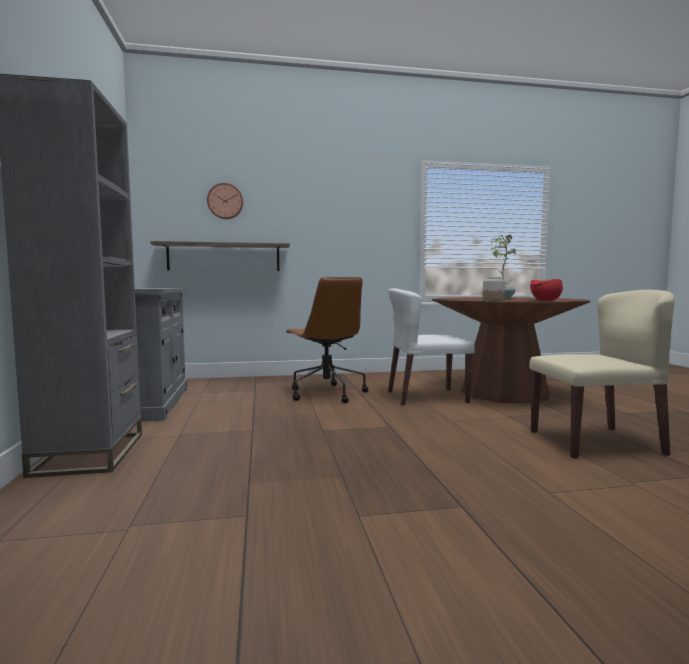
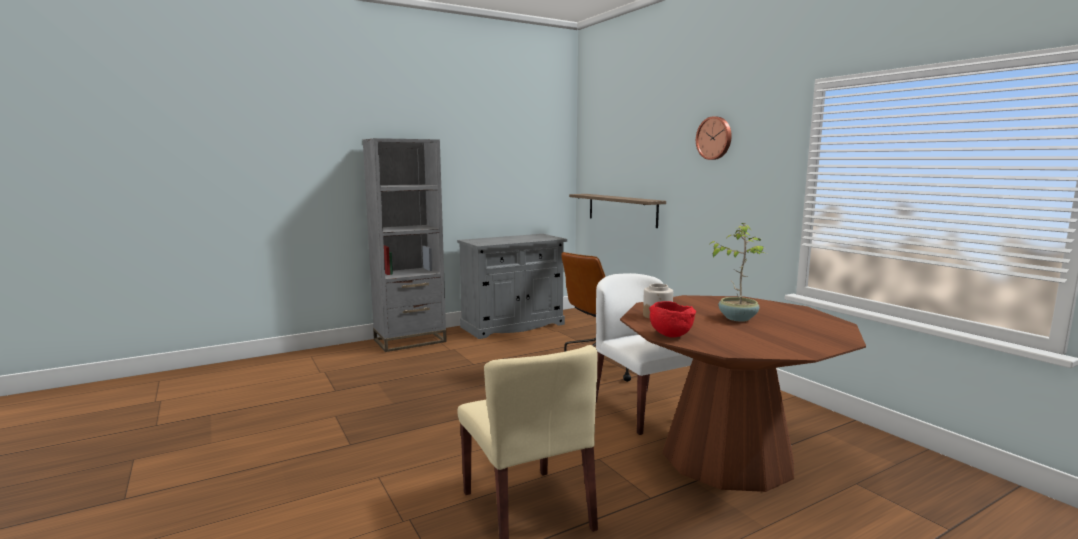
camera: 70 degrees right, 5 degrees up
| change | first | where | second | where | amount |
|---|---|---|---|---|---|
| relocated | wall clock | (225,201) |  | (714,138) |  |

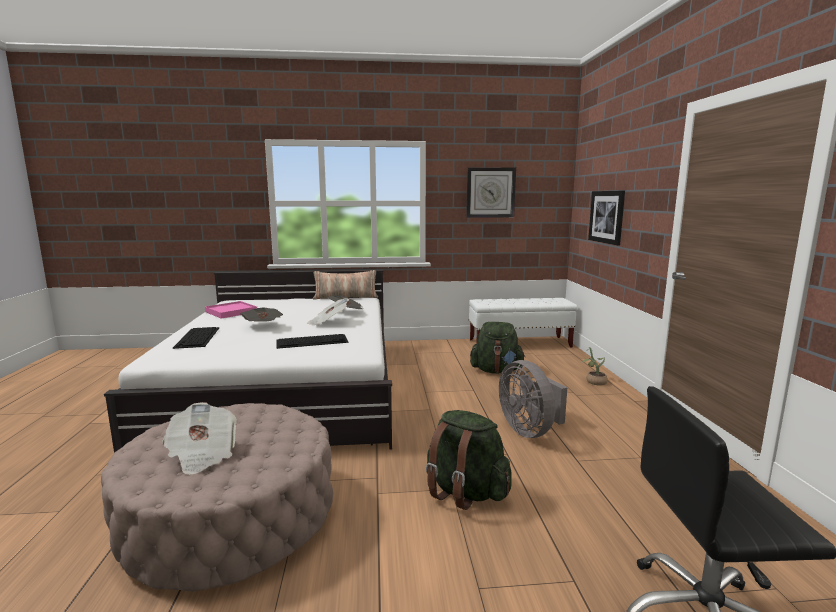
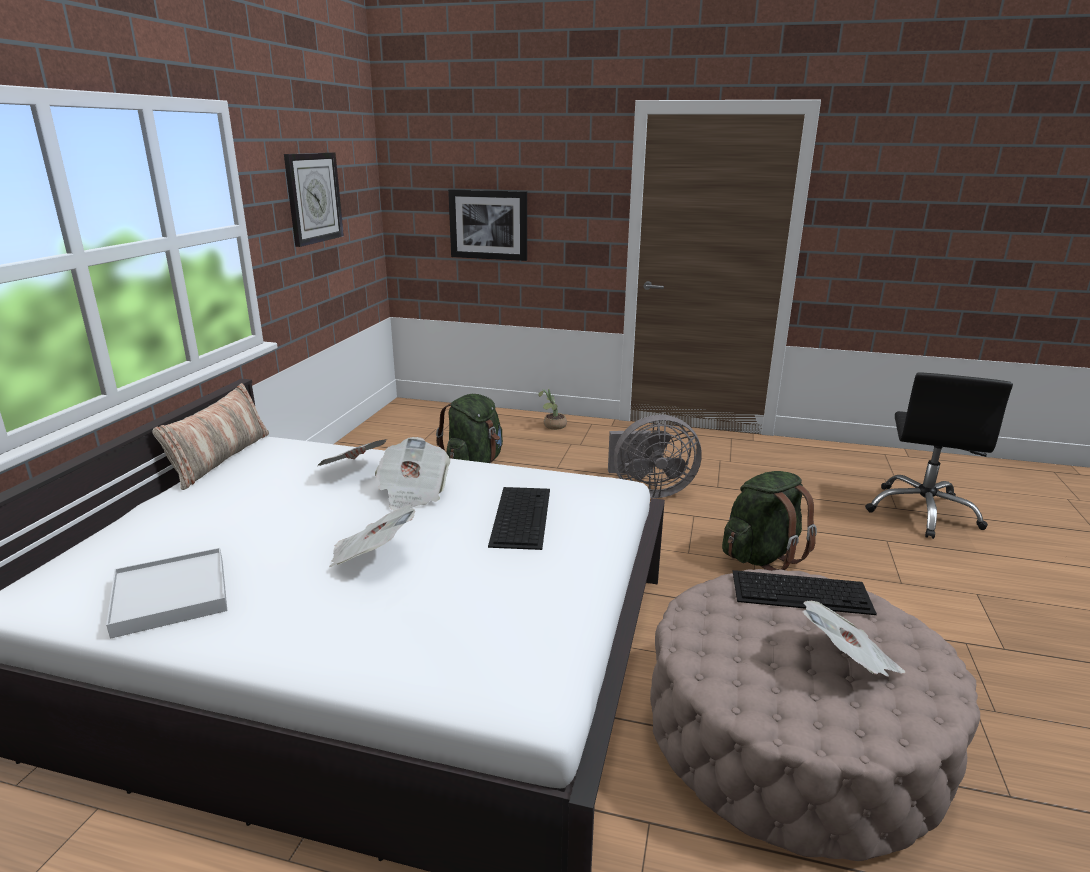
camera: 70 degrees left, 10 degrees up
| change | first | where | second | where | amount |
|---|---|---|---|---|---|
| missing | white bench | (520,343) |  |  |  |
| colour | pink tray | (231,312) | white tray | (171,596) |  |
| relocated | keyboard | (197,337) |  | (802,592) |  |

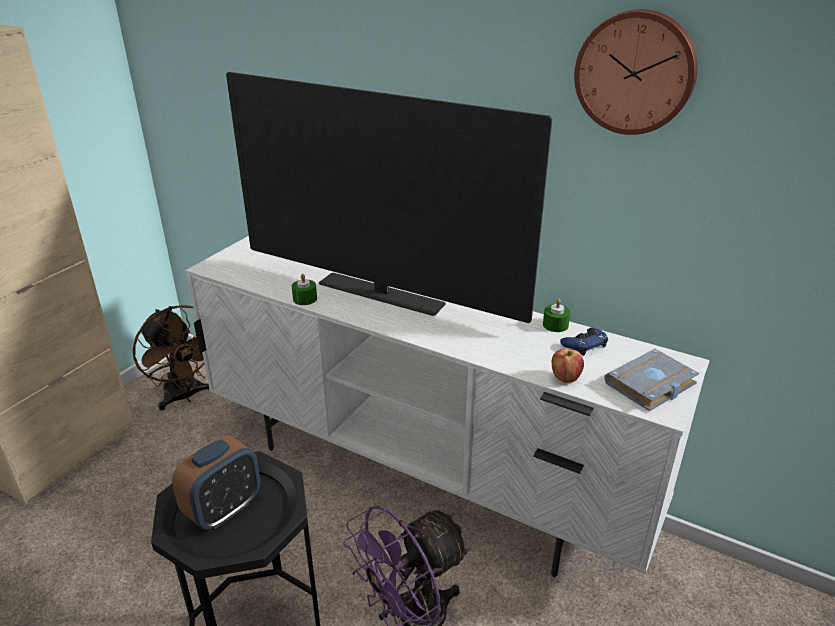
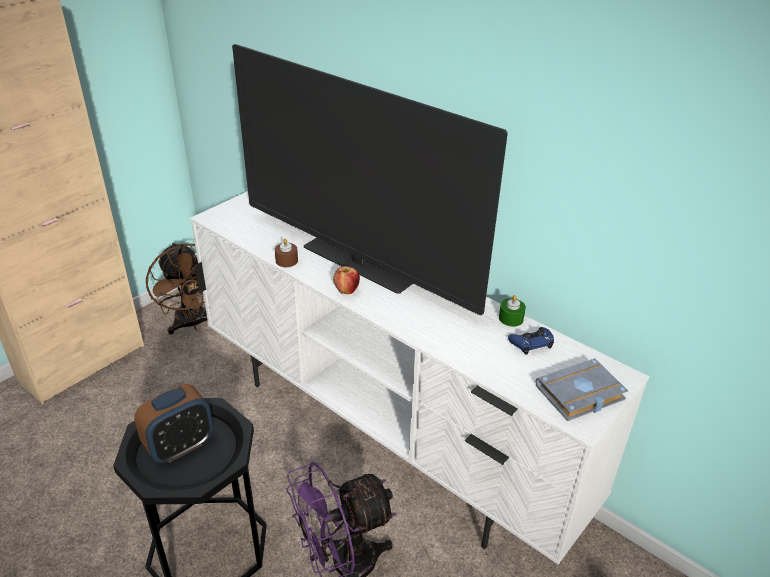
camera: 10 degrees right, 5 degrees up
| change | first | where | second | where | amount |
|---|---|---|---|---|---|
| missing | wall clock | (635,72) |  |  |  |
| colour | green candle | (305,299) | brown candle | (286,261) |  |
| relocated | apple | (565,378) |  | (346,290) |  |

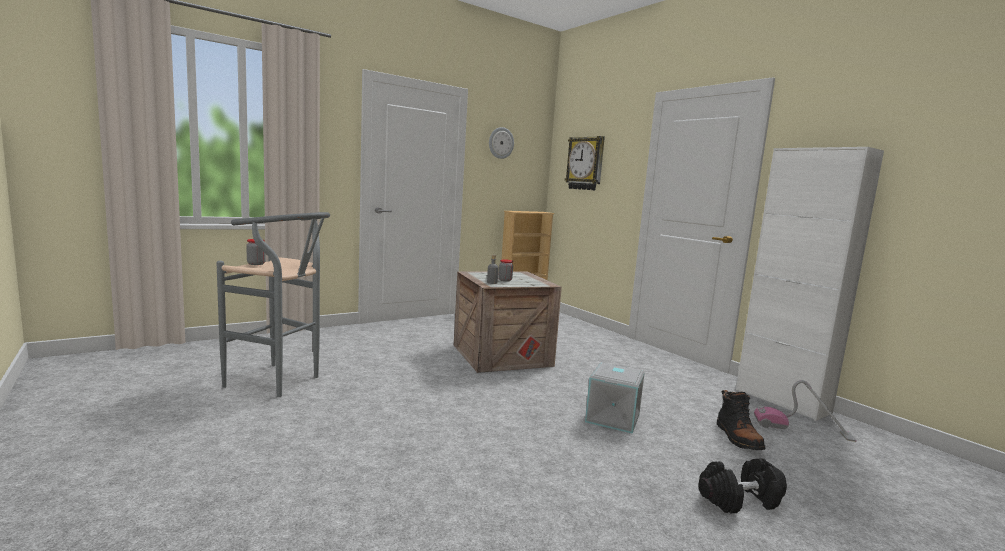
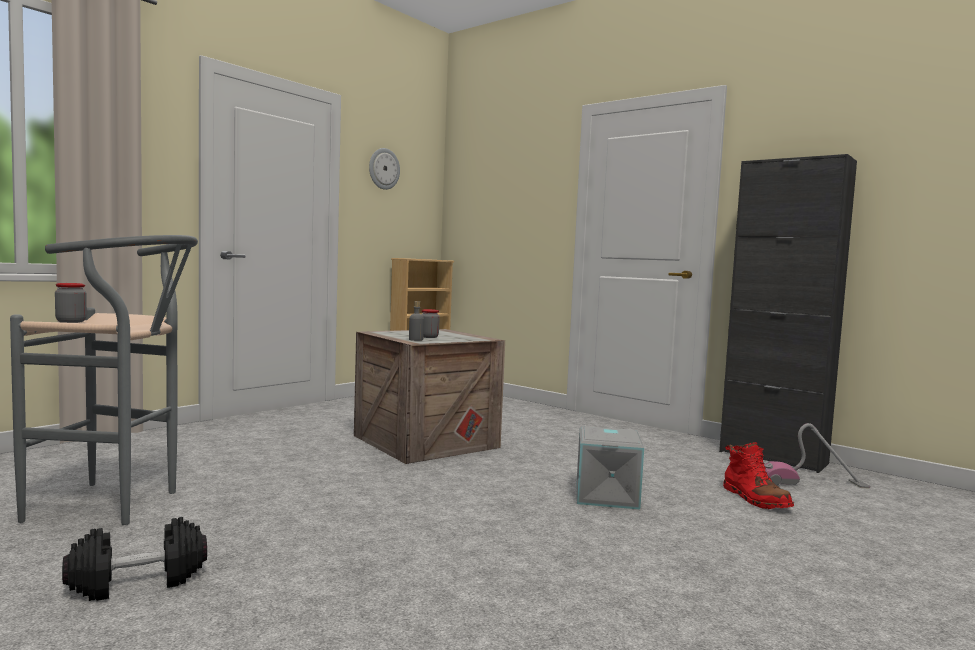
camera: 15 degrees left, 5 degrees down
| change | first | where | second | where | amount |
|---|---|---|---|---|---|
| missing | wall clock | (585,163) |  |  |  |
| colour | white cabinet | (782,401) | black cabinet | (773,457) |  |
| colour | black boot | (738,437) | red boot | (755,499) |  |
| relocated | black dumbbell | (739,500) |  | (137,582) |  |

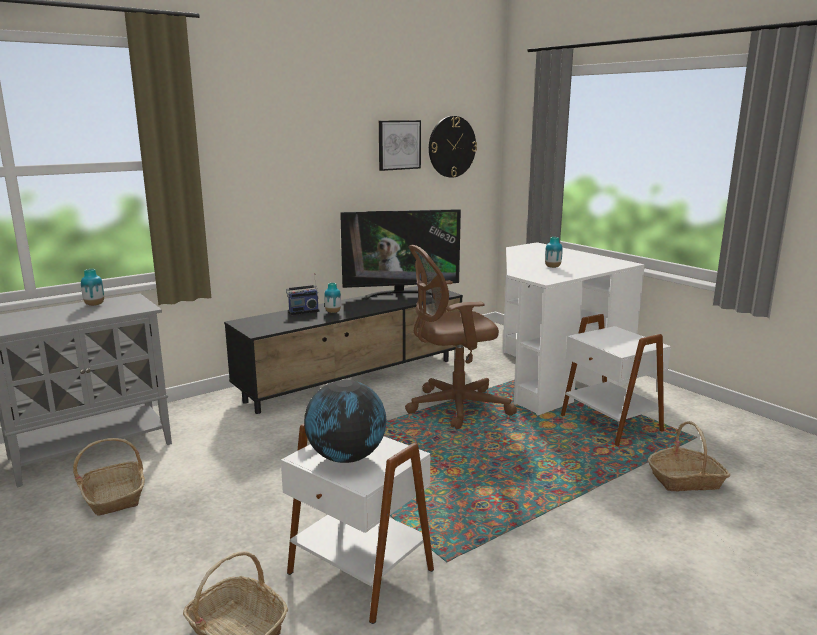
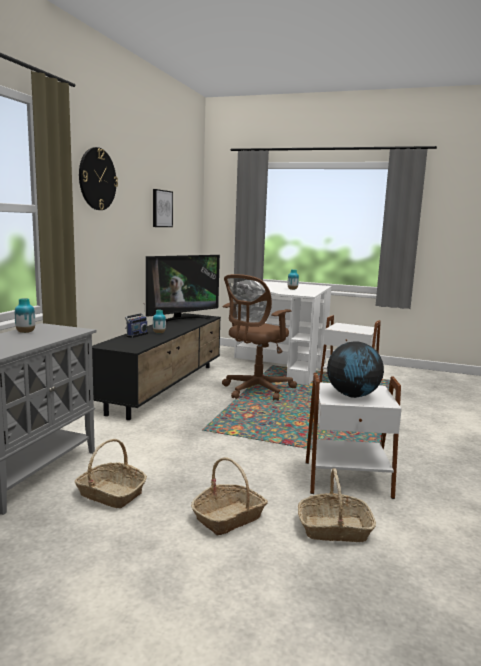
camera: 35 degrees left, 5 degrees down
| change | first | where | second | where | amount |
|---|---|---|---|---|---|
| relocated | wall clock | (451,147) |  | (97,179) |  |
| relocated | basket | (686,480) |  | (229,517) |  |

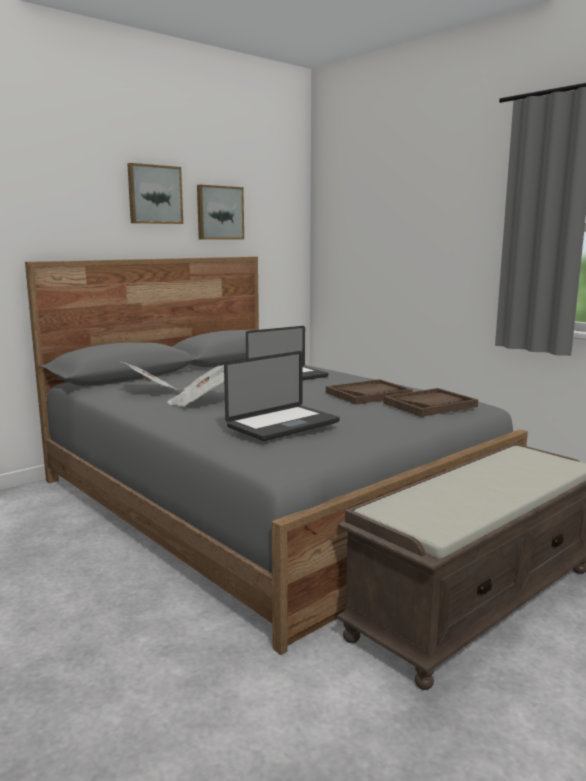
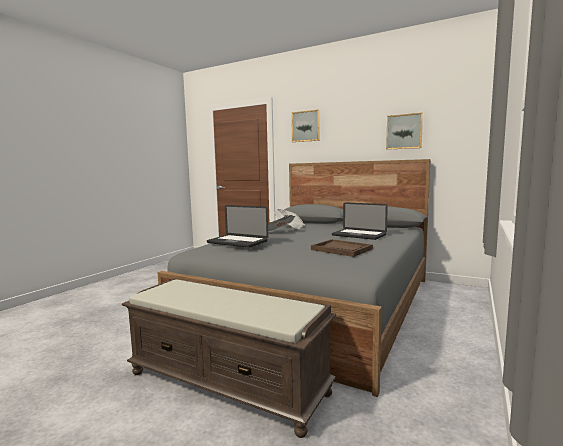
camera: 70 degrees right, 5 degrees down
| change | first | where | second | where | amount |
|---|---|---|---|---|---|
| relocated | picture | (154,194) |  | (306,126) |  |
| missing | brown tray | (430,405) |  |  |  |

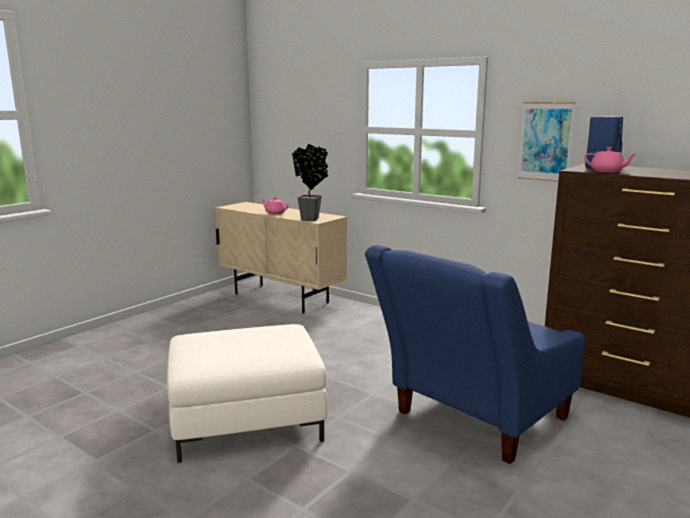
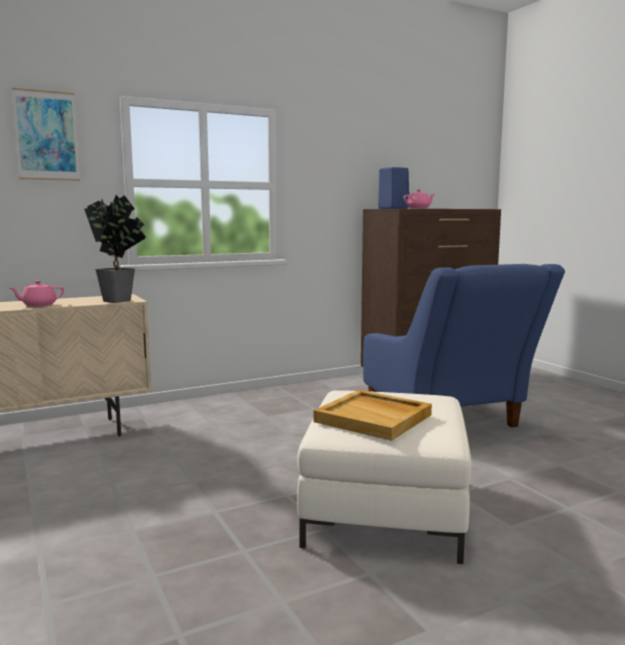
camera: 65 degrees left, 5 degrees down
| change | first | where | second | where | amount |
|---|---|---|---|---|---|
| relocated | picture | (545,141) |  | (46,135) |  |
| appeared |  |  | beige tray | (374,418) |  |

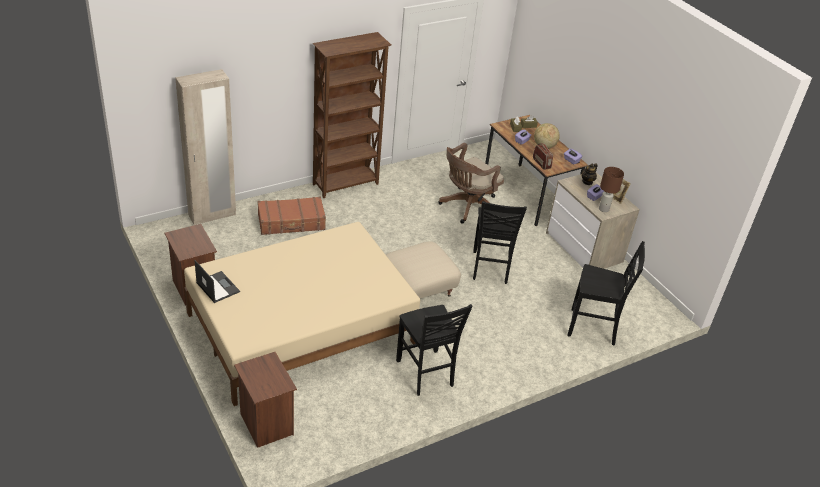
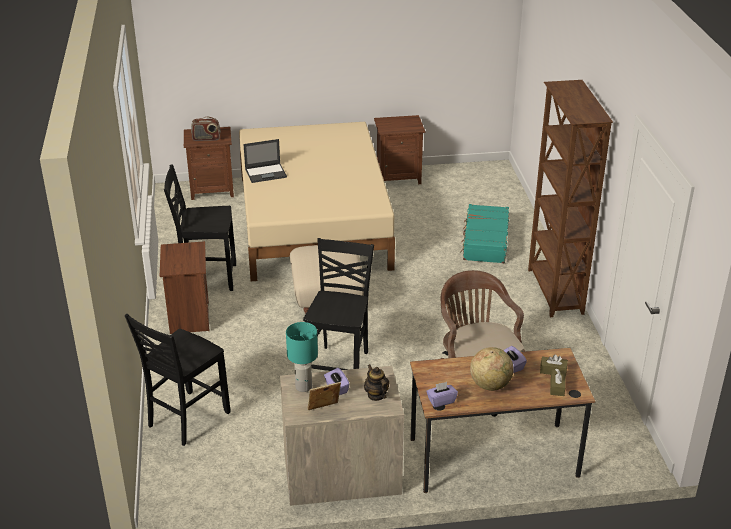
camera: 115 degrees right, 5 degrees down
| change | first | where | second | where | amount |
|---|---|---|---|---|---|
| missing | beige wardrobe | (212,215) |  |  |  |
| relocated | radio | (541,163) |  | (206,138) |  |
| colour | brown table lamp | (603,209) | turquoise table lamp | (304,387) |  |
| colour | brown suitcase | (291,222) | turquoise suitcase | (485,241) |  |
| spun | black chair | (490,268) |  | (340,366) | 75 degrees clockwise |
| relocated | laptop | (217,287) |  | (266,173) |  |
| appeared |  |  | brown nightstand | (188,318) |  |

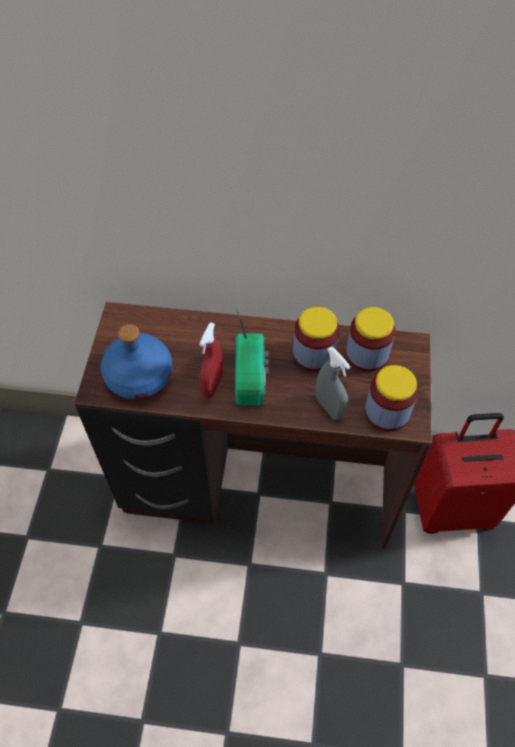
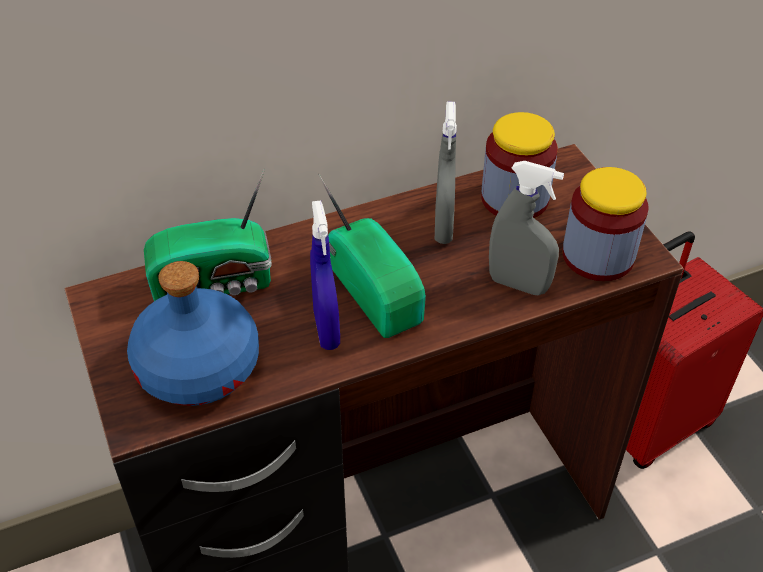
camera: 30 degrees left, 10 degrees down
| change | first | where | second | where | amount |
|---|---|---|---|---|---|
| exchanged | jar | (314,354) | grey spray bottle | (443,227) |  |
| colour | red spray bottle | (212,385) | blue spray bottle | (326,329) |  |
| appeared |  |  | radio | (216,284) |  |

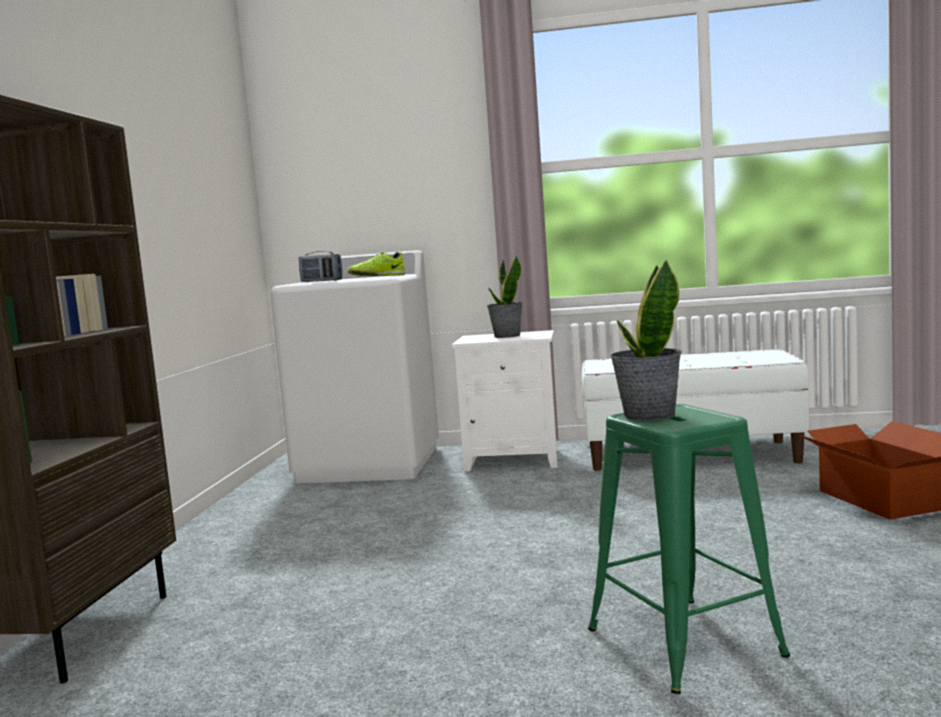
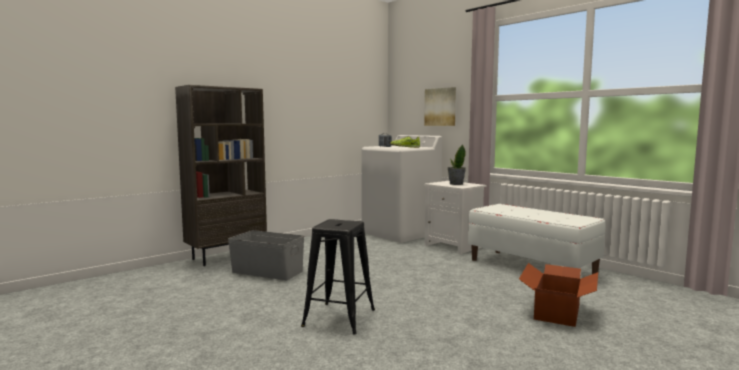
camera: 40 degrees right, 0 degrees up
| change | first | where | second | where | amount |
|---|---|---|---|---|---|
| missing | potted plant | (648,415) |  |  |  |
| colour | green stool | (684,642) | black stool | (339,318) |  |
| appeared |  |  | picture | (440,107) |  |
| appeared |  |  | grey storage box | (267,271) |  |

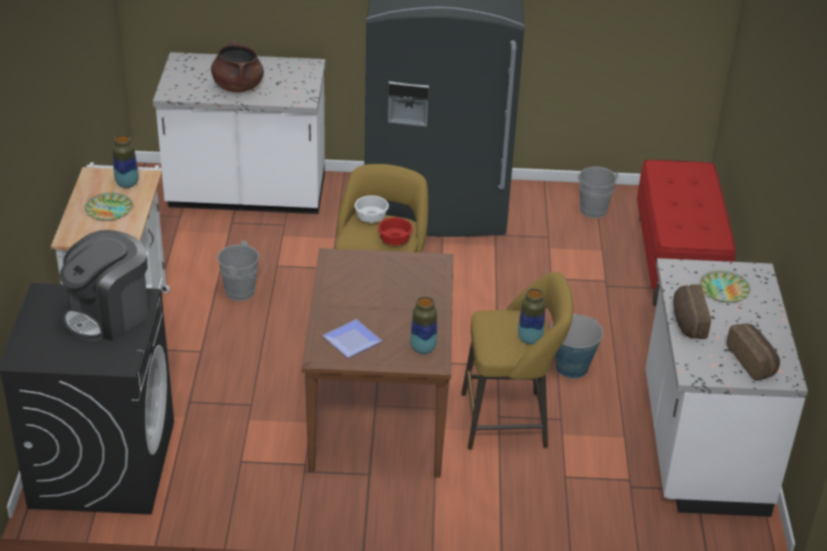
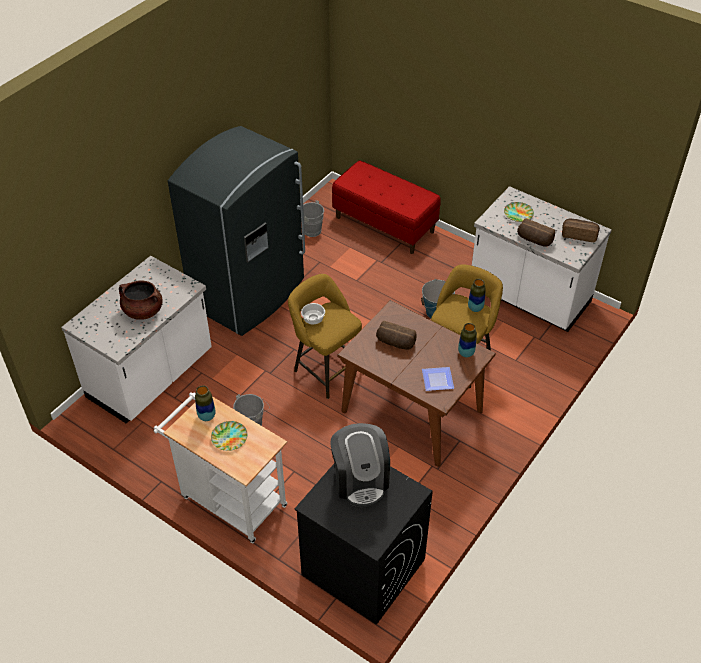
camera: 55 degrees left, 10 degrees up
| change | first | where | second | where | amount |
|---|---|---|---|---|---|
| missing | red bowl | (395,240) |  |  |  |
| appeared |  |  | bread | (395,343) |  |

